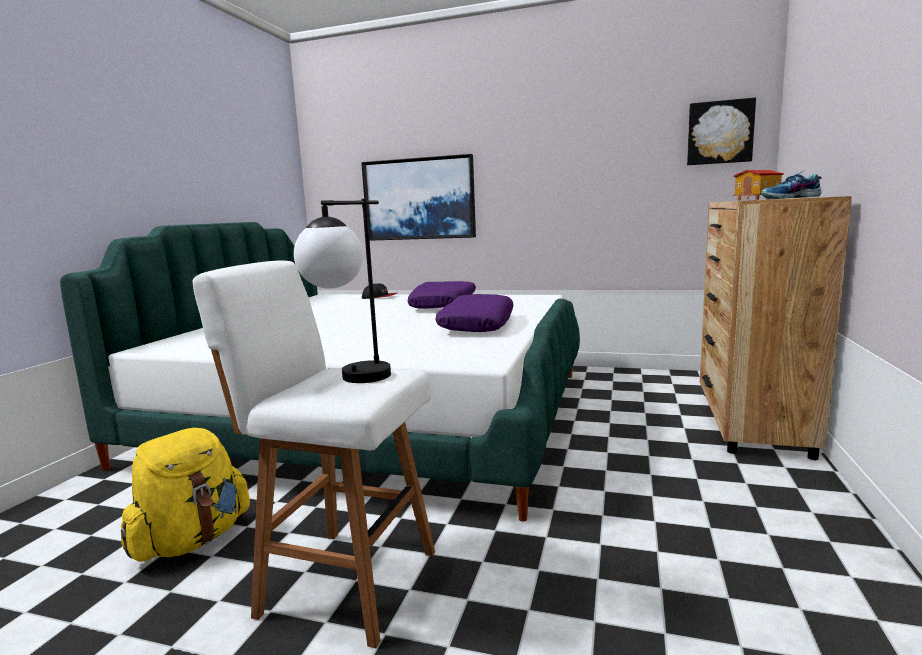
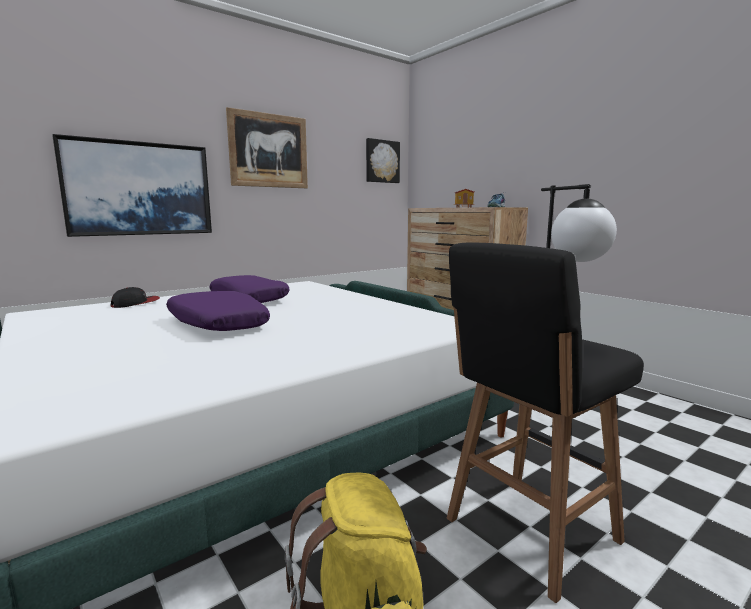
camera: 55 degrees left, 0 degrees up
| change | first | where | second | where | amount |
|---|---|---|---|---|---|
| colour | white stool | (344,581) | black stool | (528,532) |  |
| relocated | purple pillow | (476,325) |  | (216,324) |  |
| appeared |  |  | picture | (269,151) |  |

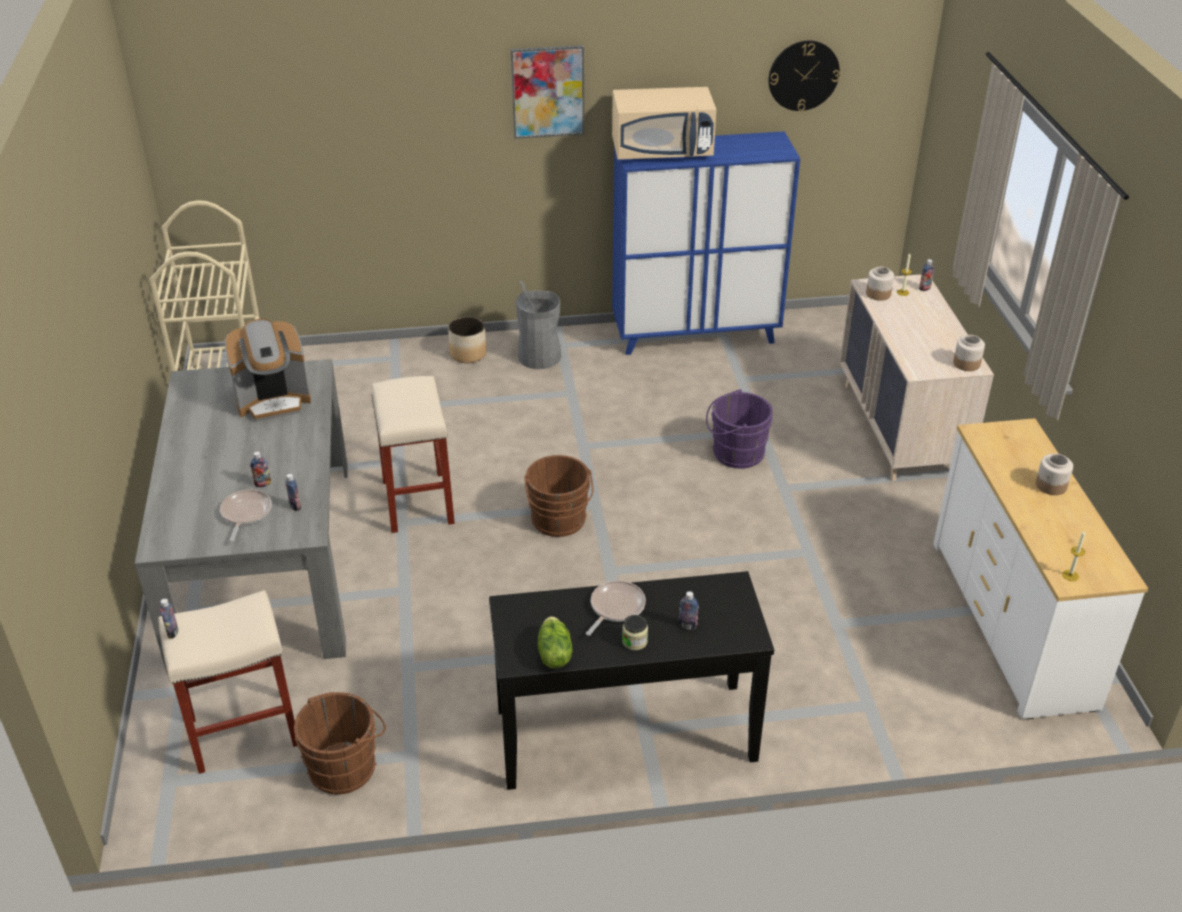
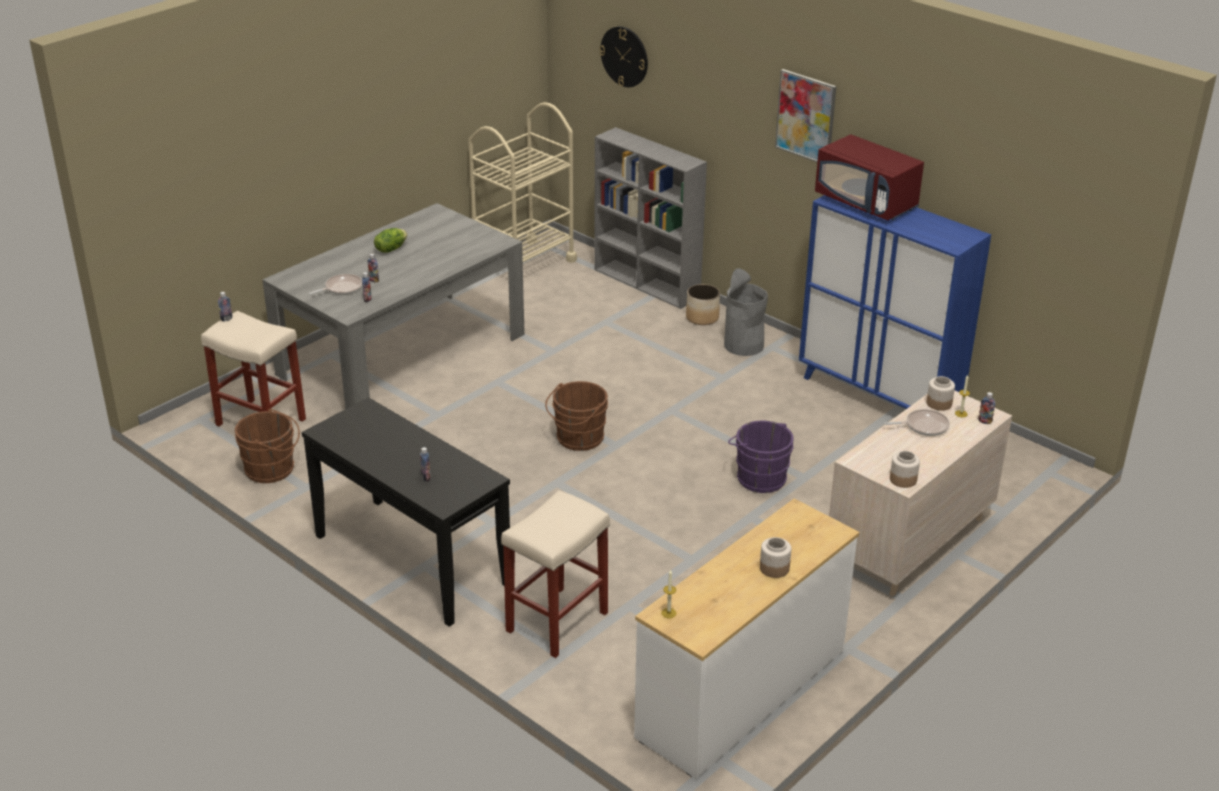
camera: 50 degrees right, 5 degrees down
| change | first | where | second | where | amount |
|---|---|---|---|---|---|
| relocated | wall clock | (803,75) |  | (624,56) |  |
| colour | beige microwave | (662,151) | red microwave | (866,203) |  |
| missing | coffee machine | (274,401) |  |  |  |
| relocated | beige stool | (419,503) |  | (556,623) |  |
| relocated | frying pan | (615,608) |  | (924,426) |  |
| missing | jar | (634,641) |  |  |  |
| relocated | lettuce | (553,654) |  | (390,249) |  |
| appeared |  |  | grey bookcase | (647,284) |  |

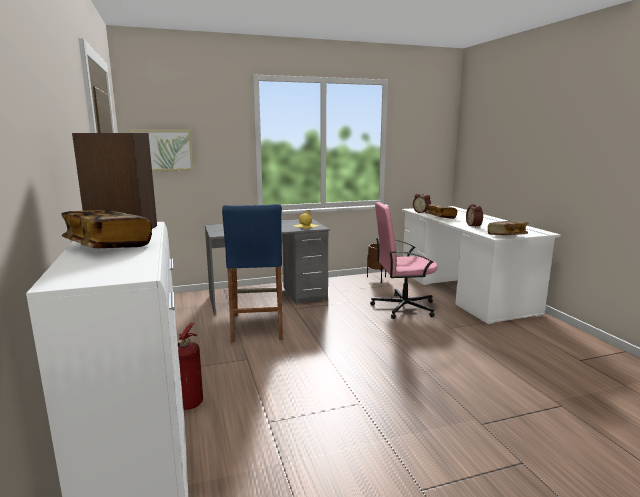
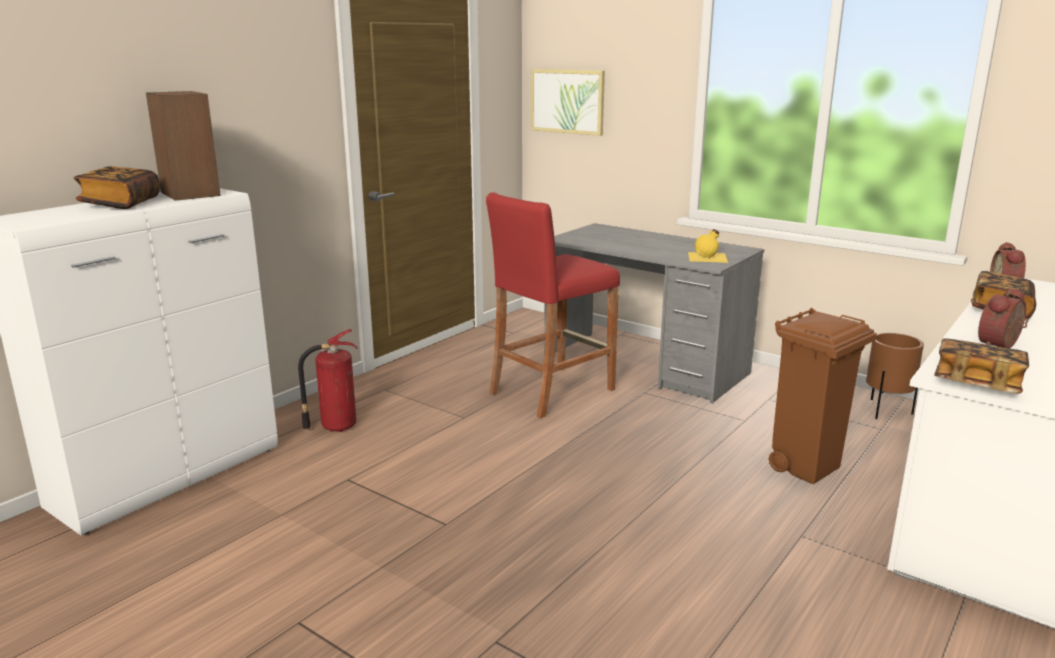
camera: 55 degrees right, 5 degrees up
| change | first | where | second | where | amount |
|---|---|---|---|---|---|
| exchanged | pink office chair | (402,307) | brown trash can | (806,467) |  |
| colour | blue stool | (257,326) | red stool | (552,391) |  |

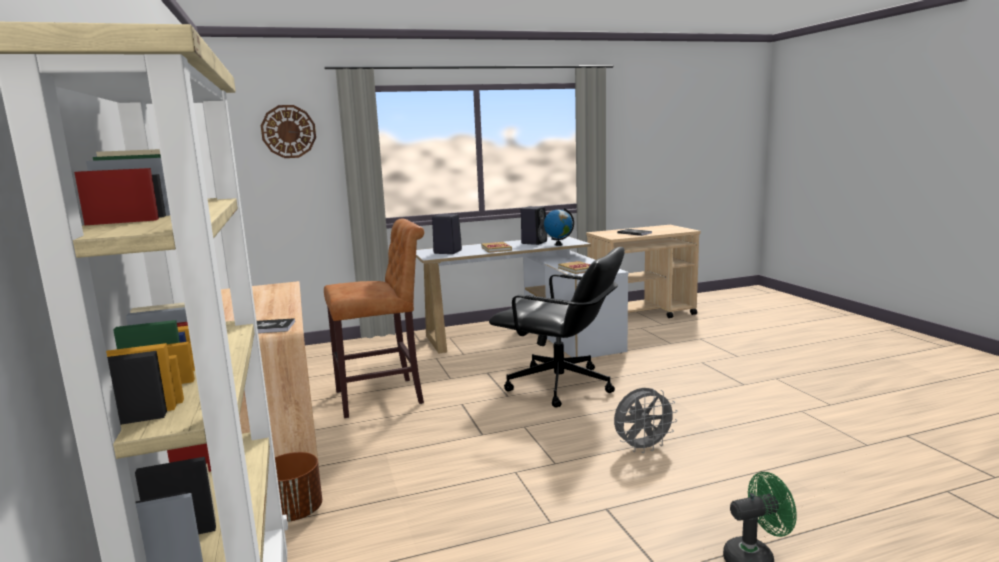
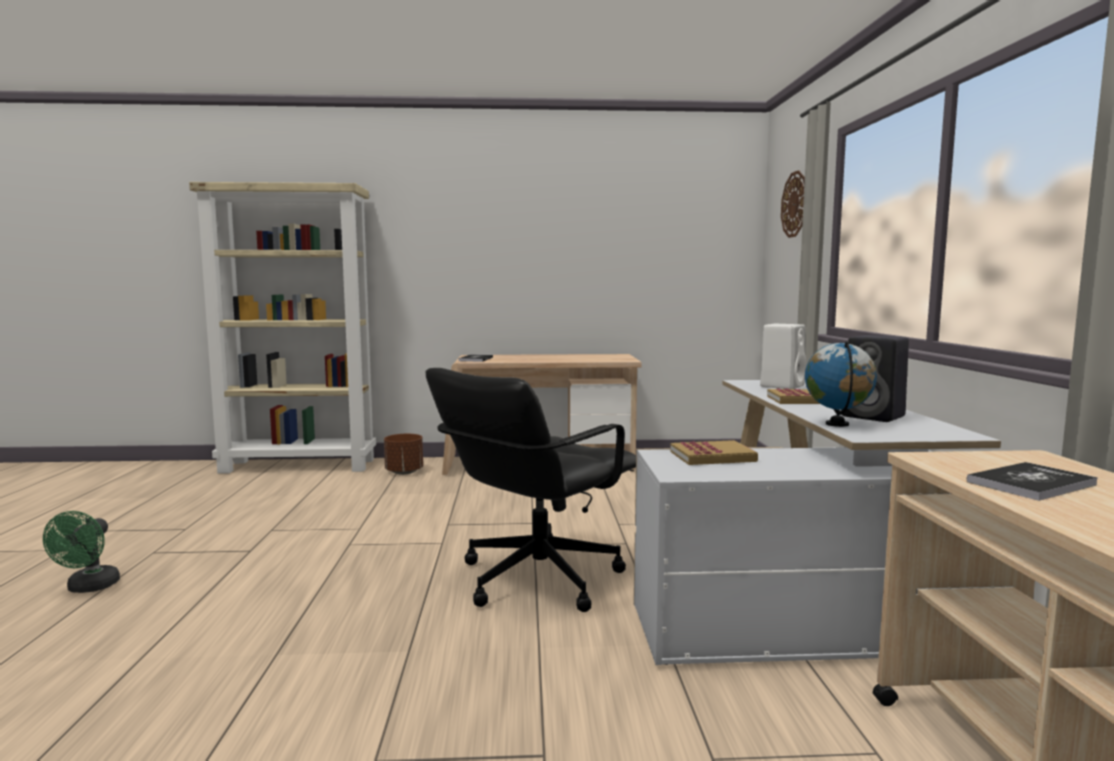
camera: 105 degrees right, 5 degrees down
| change | first | where | second | where | amount |
|---|---|---|---|---|---|
| colour | black speaker | (446,252) | white speaker | (782,386) |  |
| missing | brown stool | (384,397) |  |  |  |
| missing | grey fan | (643,448) |  |  |  |

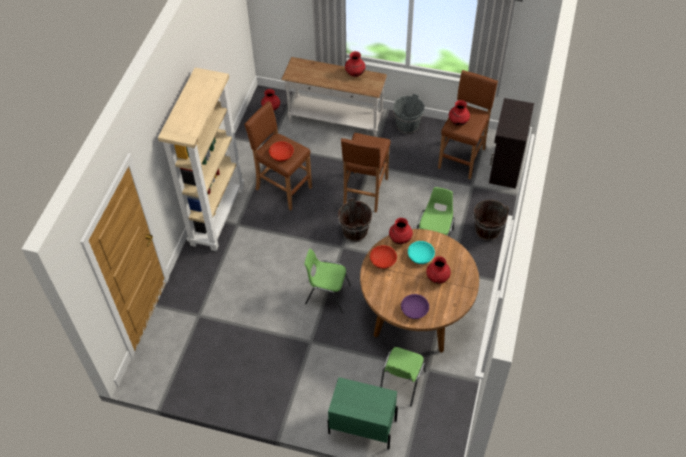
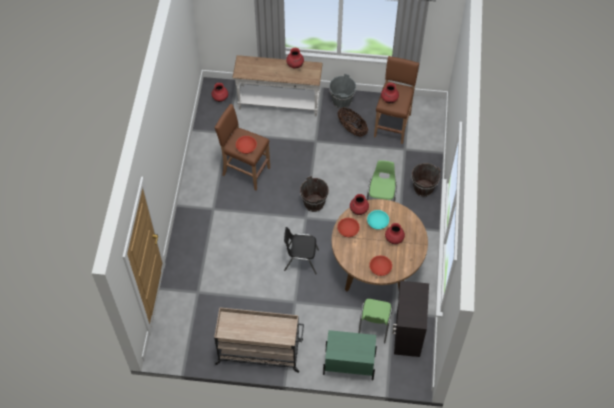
camera: 10 degrees left, 5 degrees up
| change | first | where | second | where | amount |
|---|---|---|---|---|---|
| missing | beige bookcase | (217,215) |  |  |  |
| relocated | black cabinet | (505,167) |  | (407,333) |  |
| missing | brown stool | (365,192) |  |  |  |
| colour | green chair | (327,294) | black chair | (301,260) |  |
| colour | purple bowl | (414,310) | red bowl | (380,268) |  |
| appeared |  |  | basket | (352,129) |  |
| appeared |  |  | beige cart | (260,352) |  |

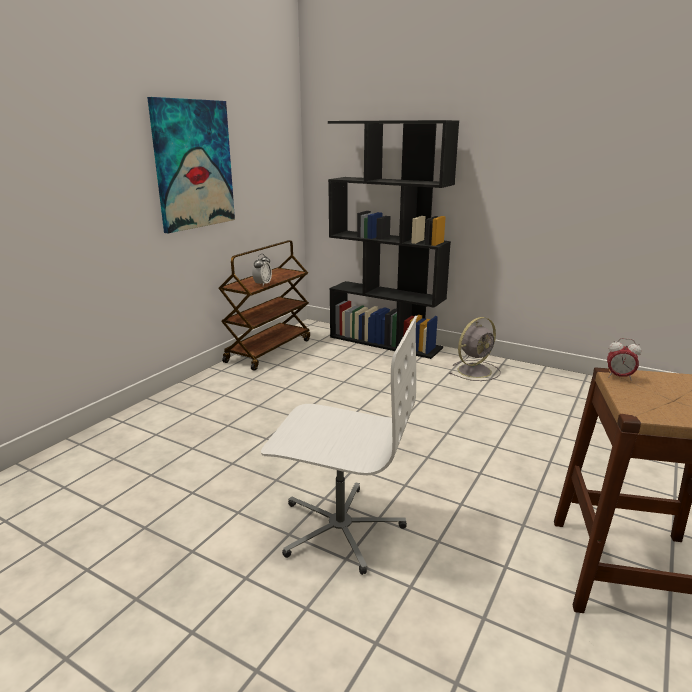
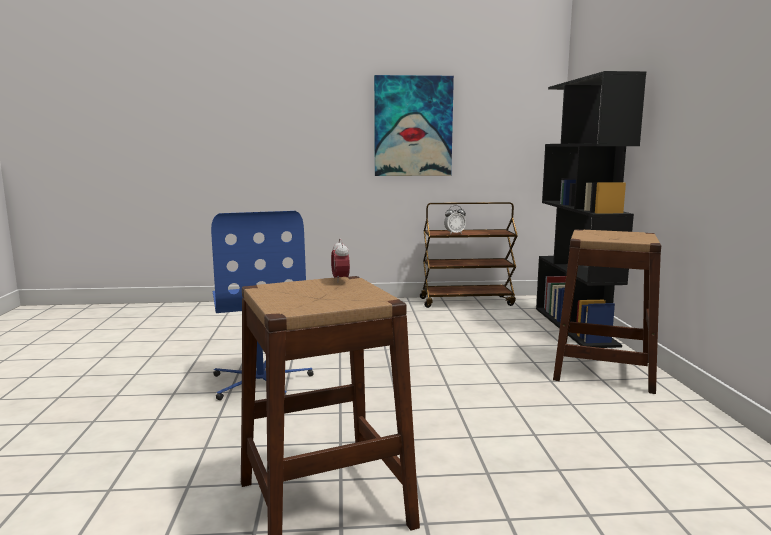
camera: 55 degrees right, 10 degrees down
| change | first | where | second | where | amount |
|---|---|---|---|---|---|
| colour | white office chair | (340,527) | blue office chair | (261,381) |  |
| exchanged | grey fan | (475,370) | brown stool | (603,370) |  |

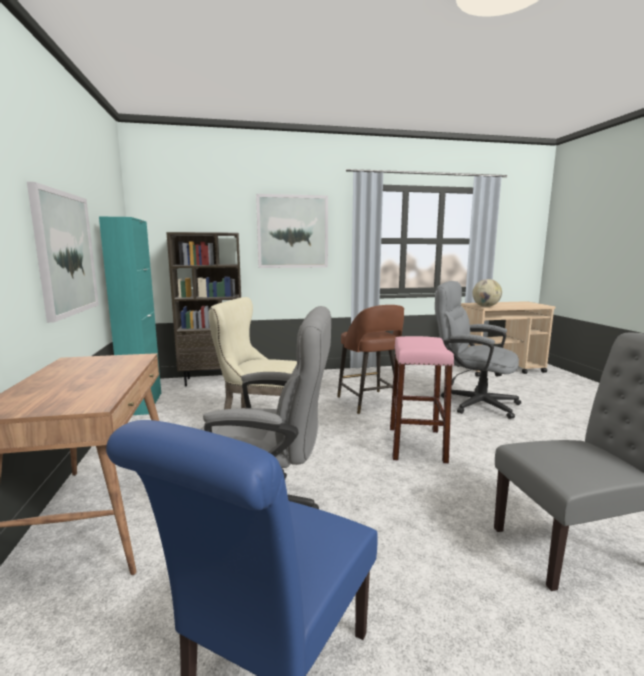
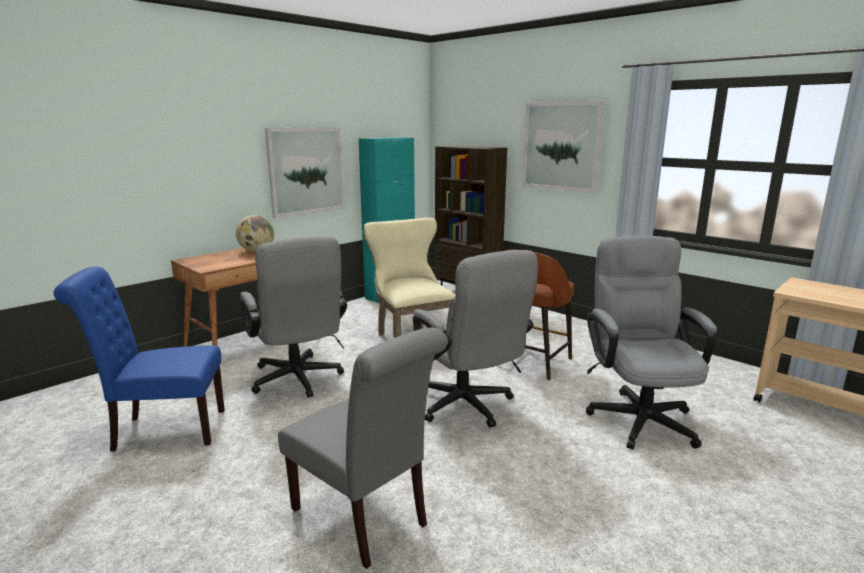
camera: 55 degrees right, 5 degrees up
| change | first | where | second | where | amount |
|---|---|---|---|---|---|
| relocated | globe | (486,306) |  | (256,251) |  |
| exchanged | pink stool | (416,444) | grey office chair | (468,407) |  |

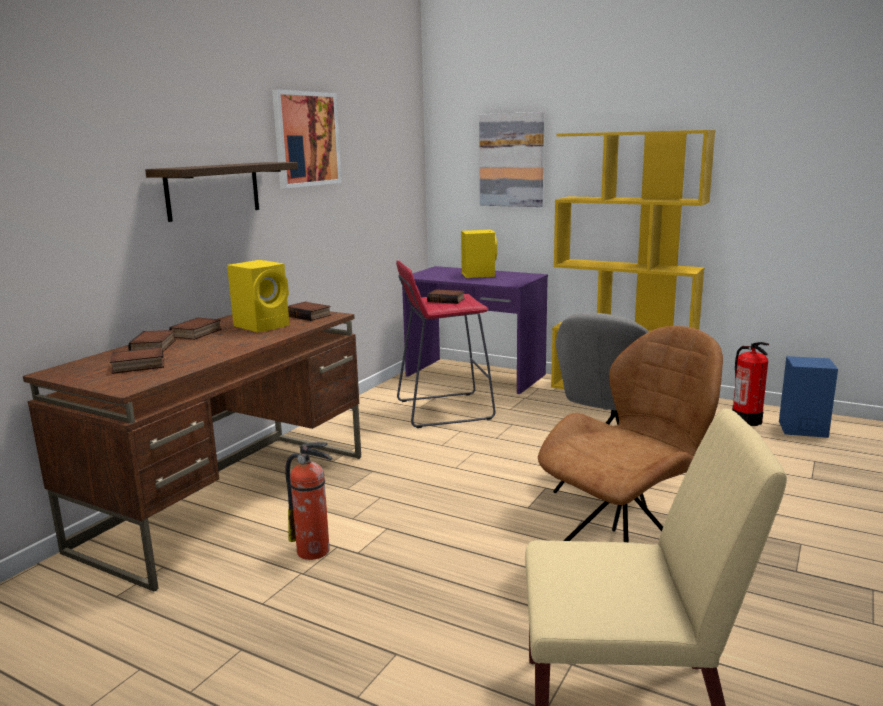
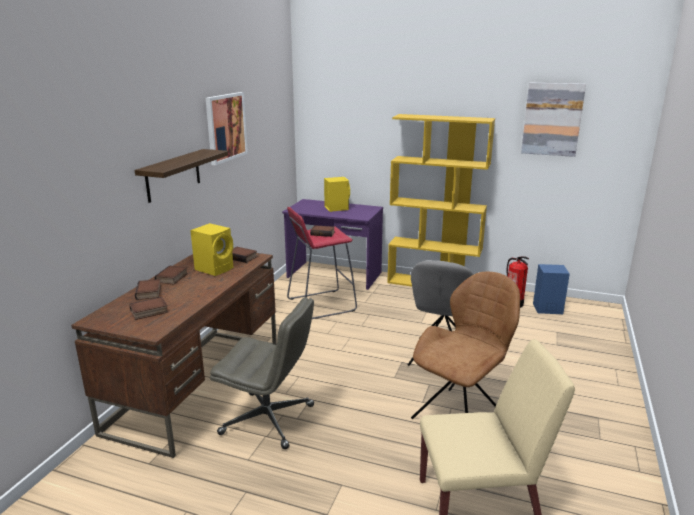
camera: 10 degrees left, 5 degrees up
| change | first | where | second | where | amount |
|---|---|---|---|---|---|
| relocated | picture | (511,160) |  | (552,119) |  |
| exchanged | fire extinguisher | (315,551) | grey office chair | (269,419) |  |

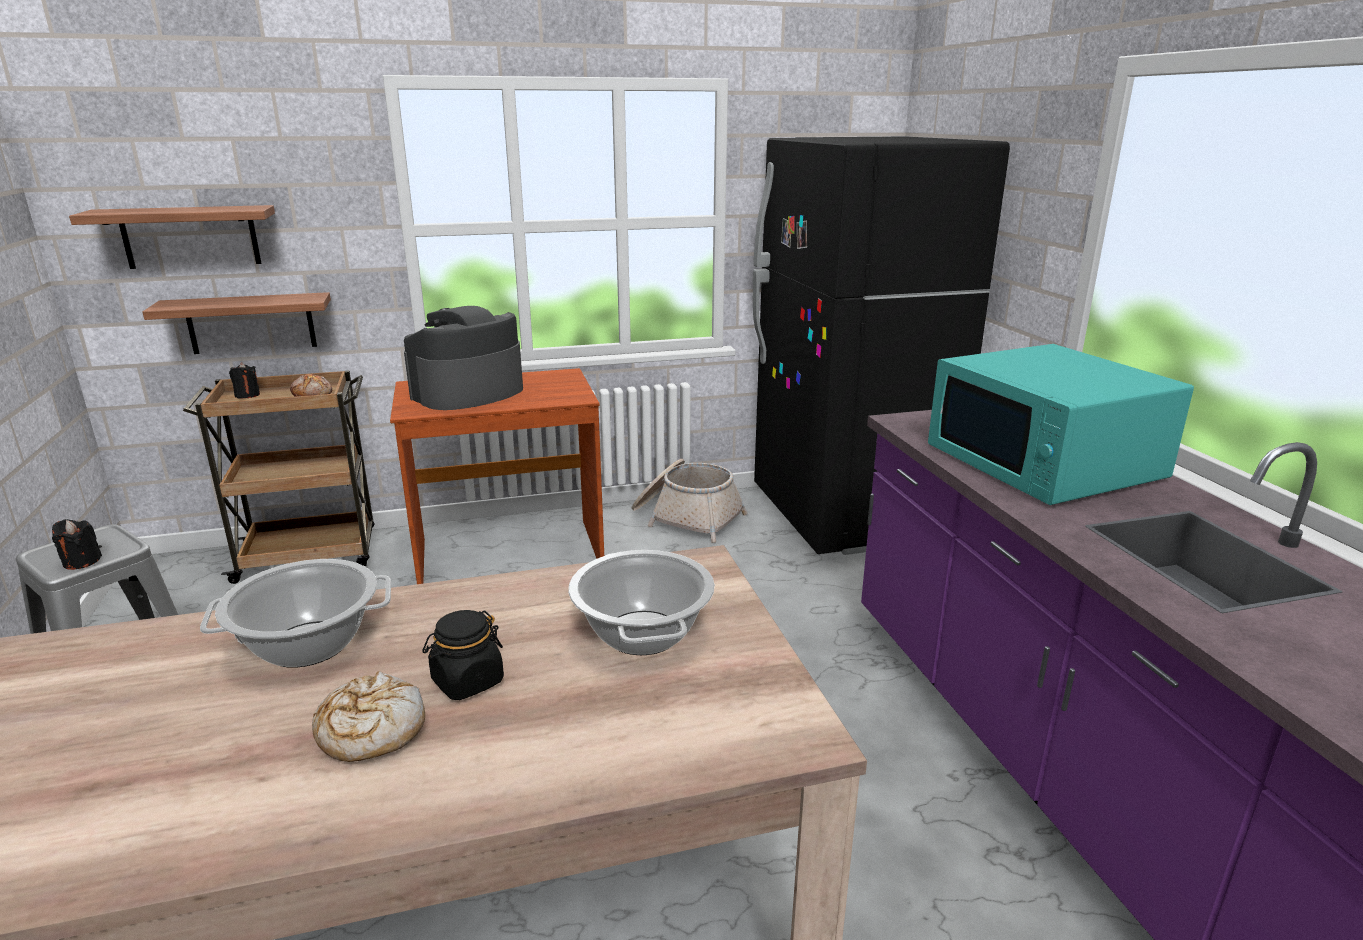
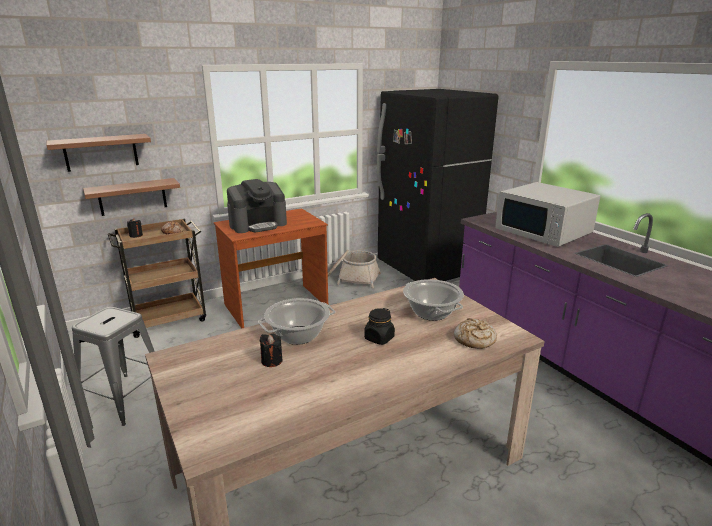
camera: 15 degrees left, 0 degrees up
| change | first | where | second | where | amount |
|---|---|---|---|---|---|
| spun | coffee machine | (468,393) |  | (258,224) | 150 degrees counterclockwise |
| colour | turquoise microwave | (1044,464) | white microwave | (544,232) |  |
| relocated | black candle | (81,561) |  | (271,361) |  |
| relocated | bread | (370,730) |  | (474,339) |  |

